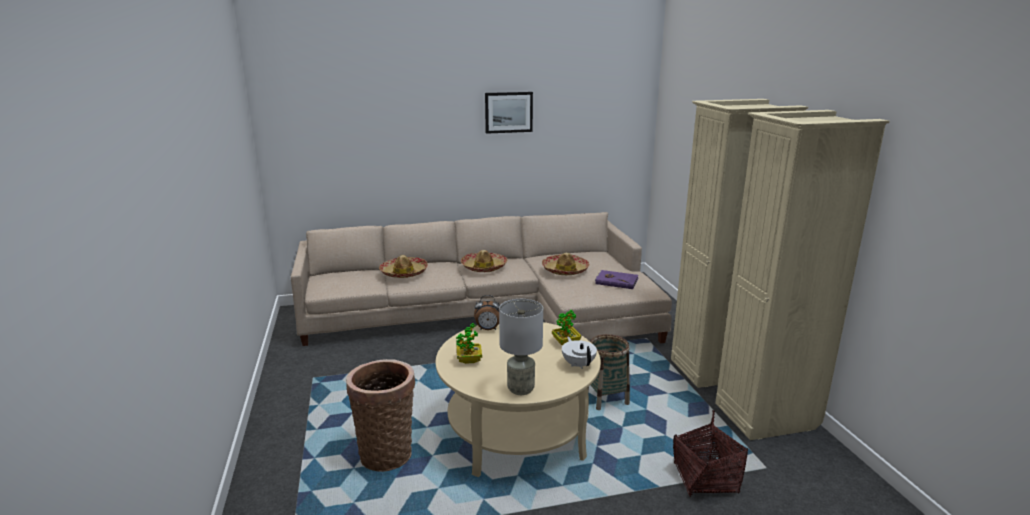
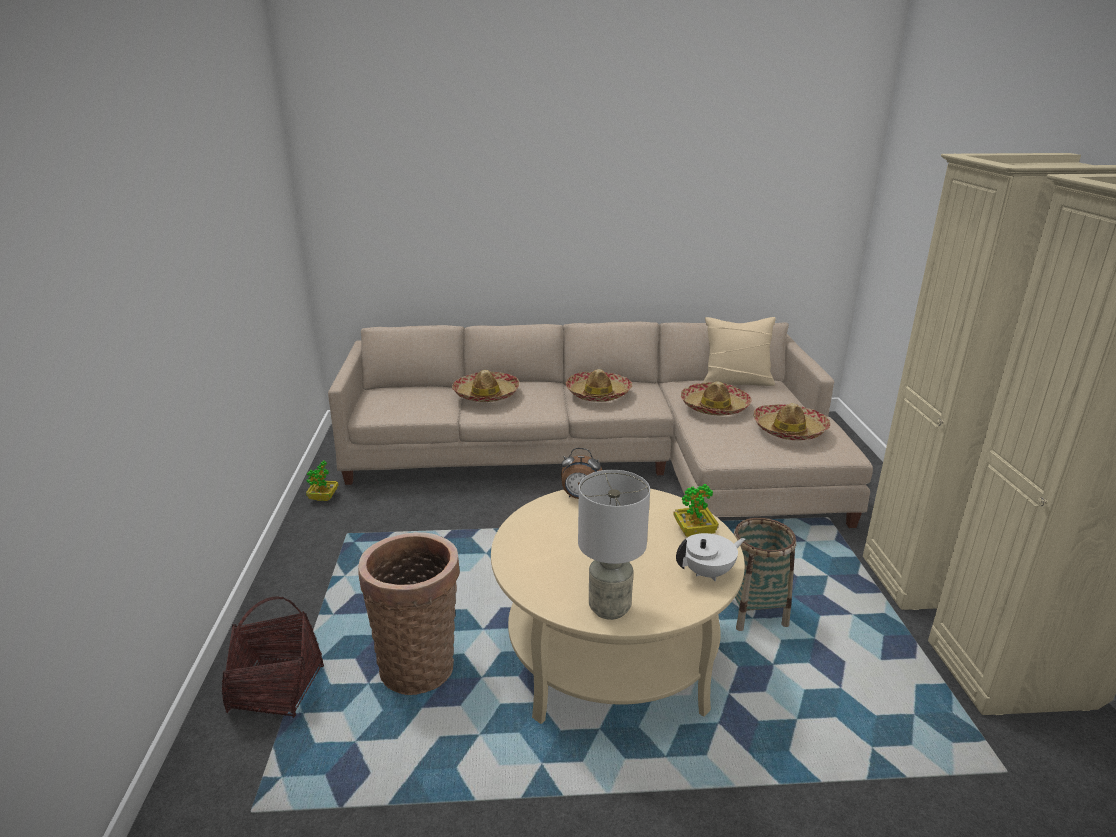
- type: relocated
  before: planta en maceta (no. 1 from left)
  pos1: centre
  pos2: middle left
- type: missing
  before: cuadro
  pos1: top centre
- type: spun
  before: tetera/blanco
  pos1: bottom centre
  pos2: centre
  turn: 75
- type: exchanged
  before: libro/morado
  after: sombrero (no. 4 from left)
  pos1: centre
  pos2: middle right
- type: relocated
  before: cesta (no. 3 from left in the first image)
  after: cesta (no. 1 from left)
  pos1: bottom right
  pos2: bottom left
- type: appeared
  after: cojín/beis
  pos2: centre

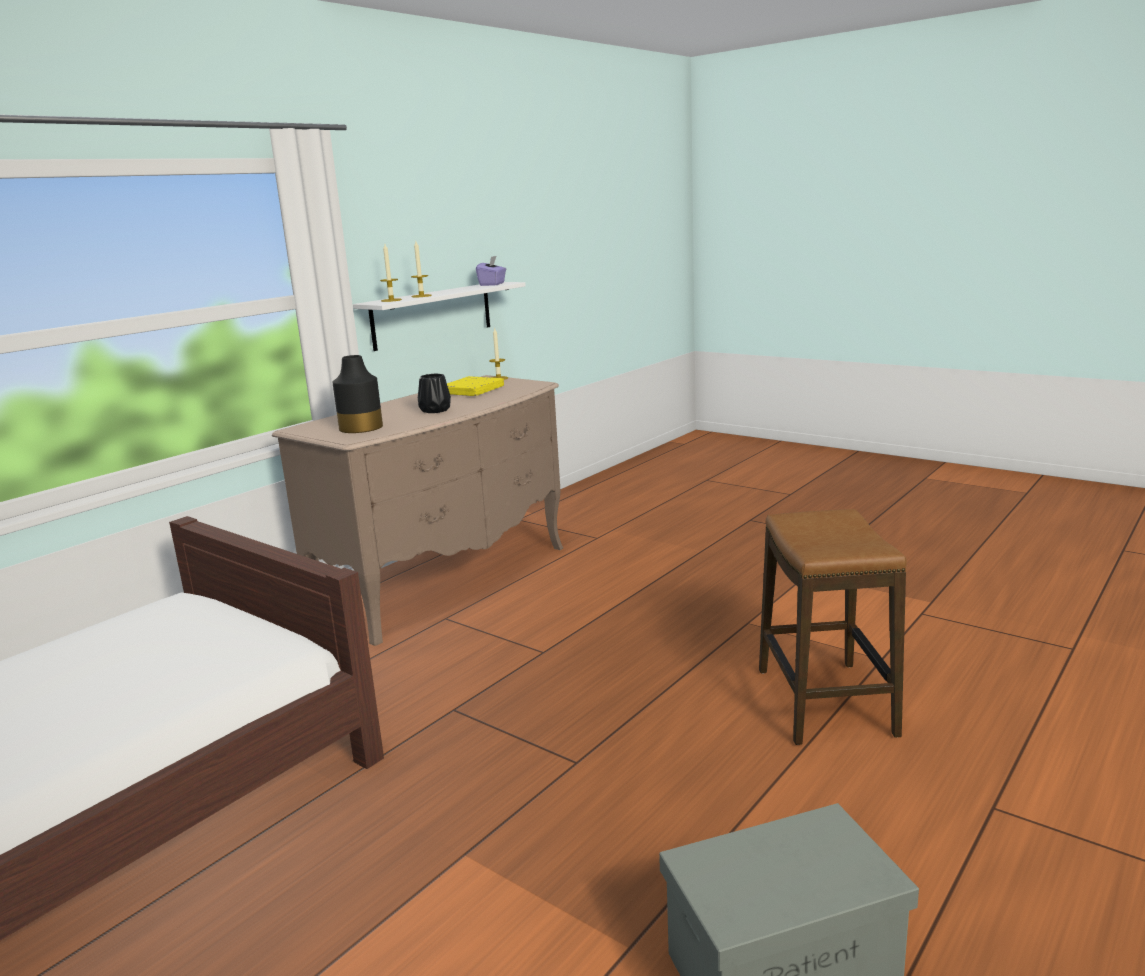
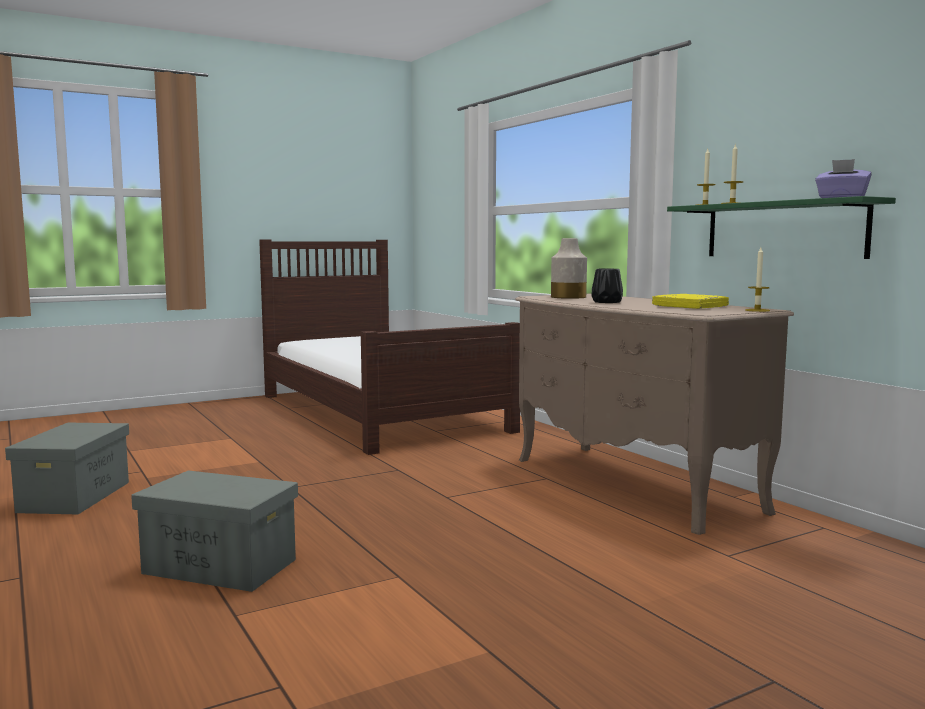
- type: colour
  before: florero/negro (no. 1 from left)
  after: florero/beis
  pos1: middle left
  pos2: centre
- type: colour
  before: estante/blanco
  after: estante/verde
  pos1: top centre
  pos2: top right
- type: exchanged
  before: taburete
  after: caja de almacenaje/gris (no. 2 from left)
  pos1: middle right
  pos2: bottom left

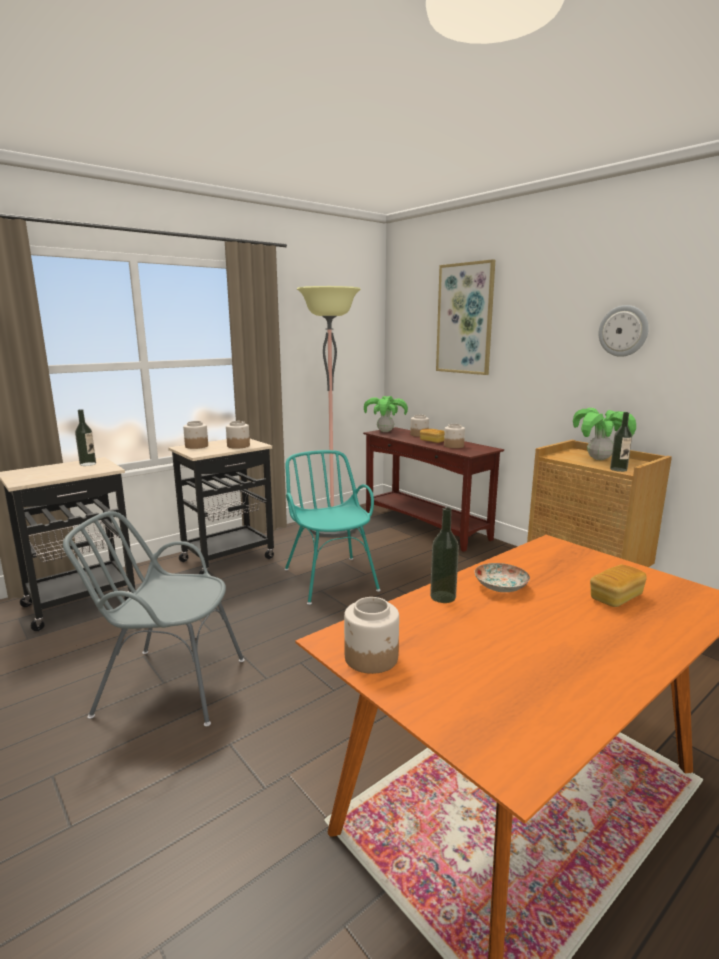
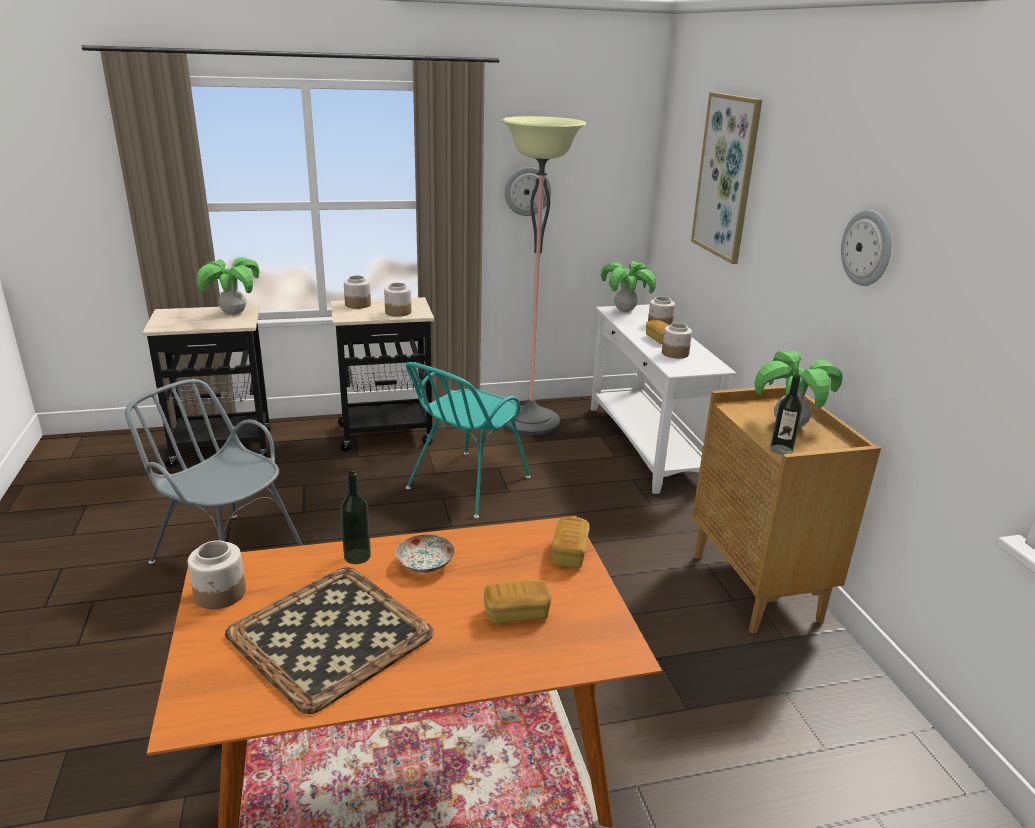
- type: exchanged
  before: botella (no. 1 from left)
  after: planta en maceta (no. 1 from left)
  pos1: middle left
  pos2: middle left
- type: spun
  before: silla/turquesa
  pos1: centre
  pos2: centre
  turn: -150
- type: colour
  before: mesa consola/marrón
  after: mesa consola/blanco
  pos1: centre
  pos2: centre
- type: appeared
  after: bandeja
  pos2: bottom left
- type: appeared
  after: reloj de pared (no. 1 from left)
  pos2: top centre
- type: appeared
  after: pan (no. 2 from left)
  pos2: centre

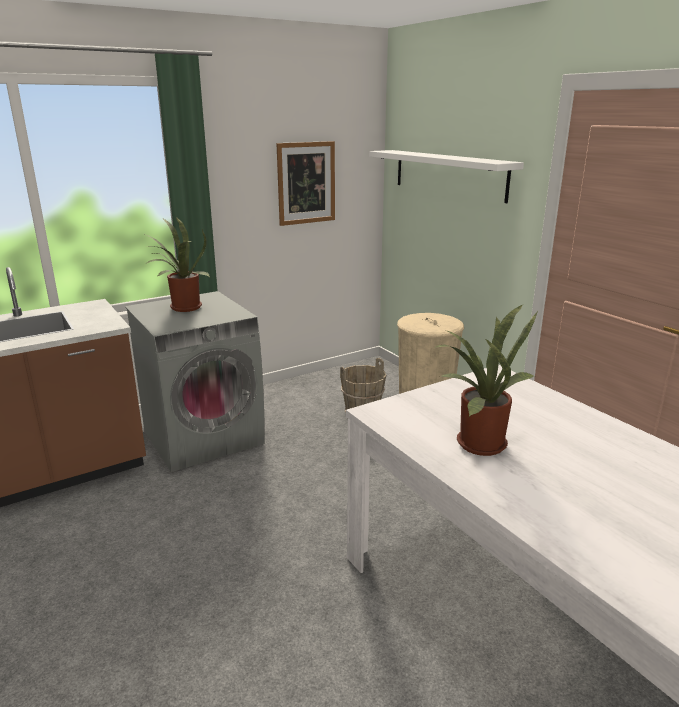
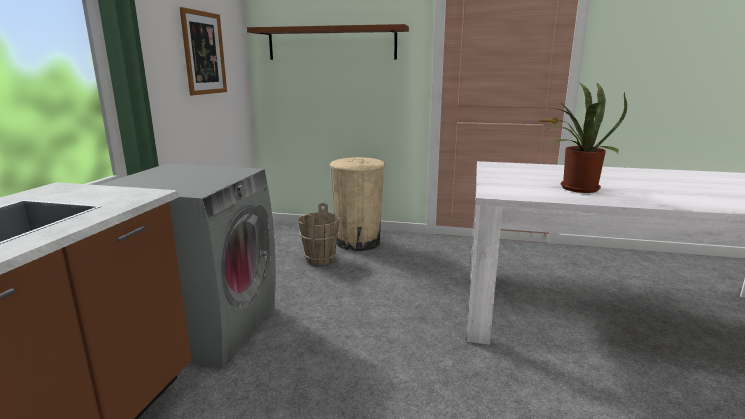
- type: missing
  before: planta en maceta (no. 1 from left)
  pos1: middle left
- type: colour
  before: estante/blanco
  after: estante/marrón
  pos1: top centre
  pos2: top centre

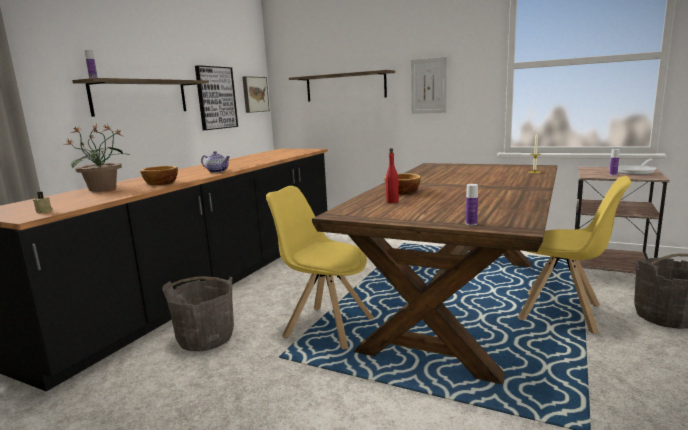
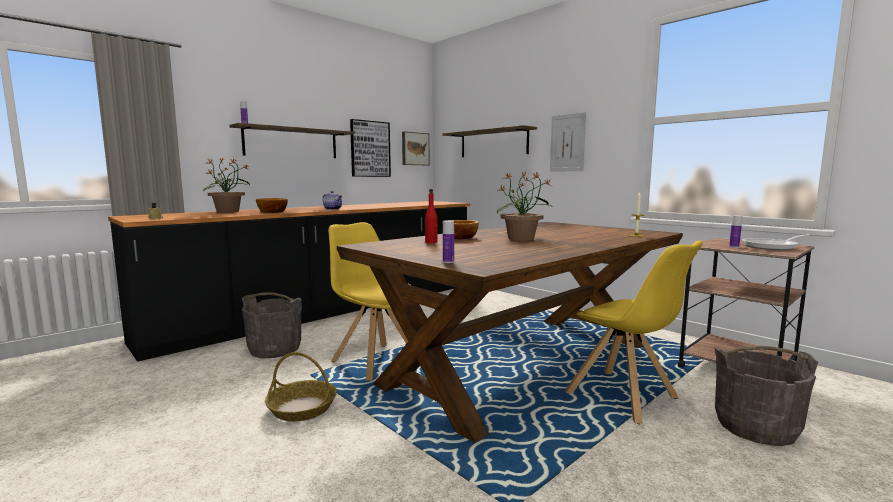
- type: appeared
  after: cesta
  pos2: bottom centre
- type: appeared
  after: planta en maceta (no. 2 from left)
  pos2: centre

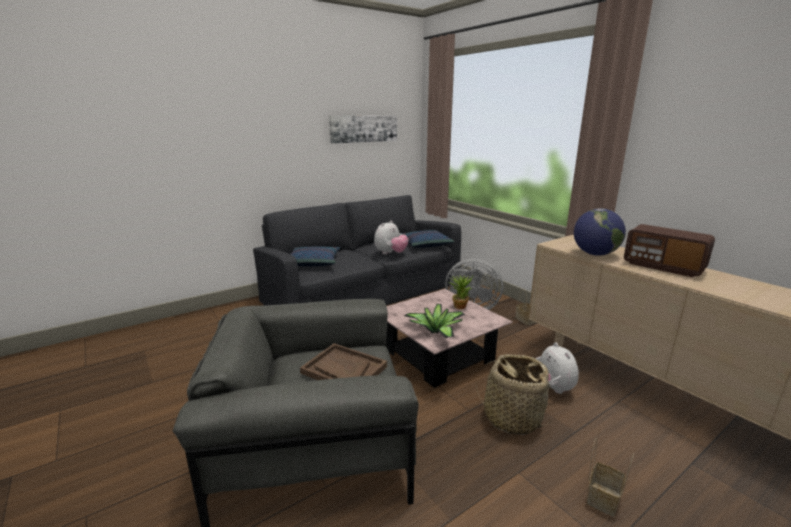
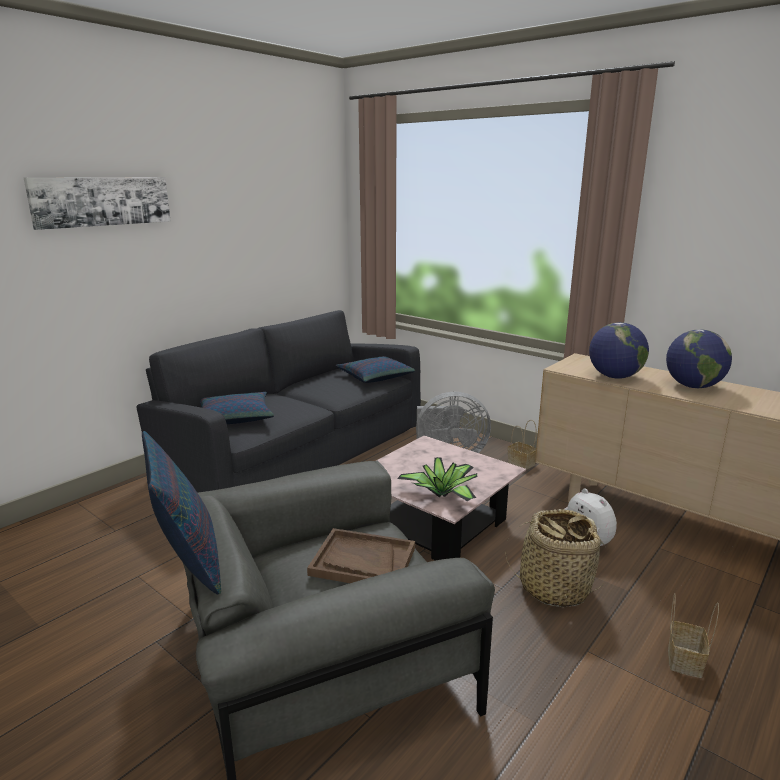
- type: relocated
  before: cuadro
  pos1: top centre
  pos2: top left
- type: missing
  before: peluche (no. 1 from left)
  pos1: centre
- type: missing
  before: planta en maceta (no. 2 from left)
  pos1: centre
- type: exchanged
  before: radio
  after: globo terráqueo (no. 2 from left)
  pos1: middle right
  pos2: middle right
- type: appeared
  after: cojín/azul (no. 1 from left)
  pos2: middle left

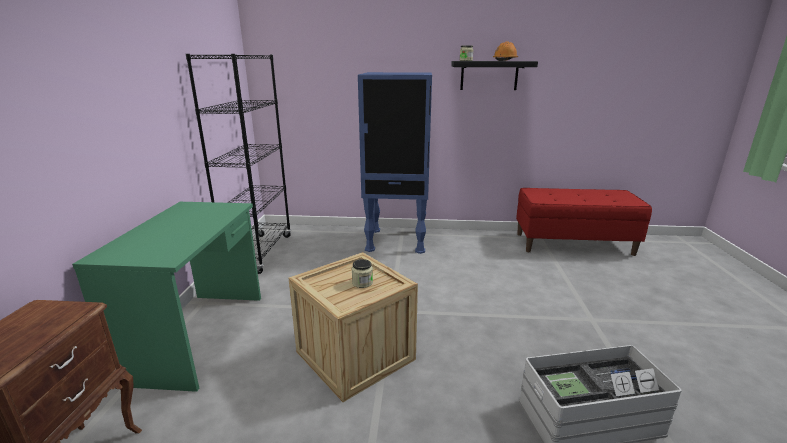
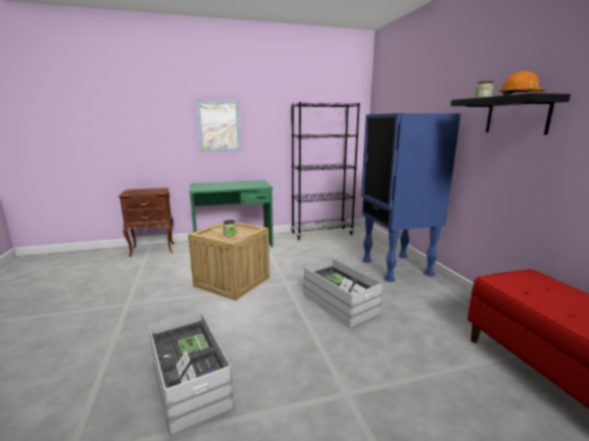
- type: appeared
  after: cuadro
  pos2: top centre
- type: appeared
  after: caja de almacenaje/gris (no. 2 from left)
  pos2: centre

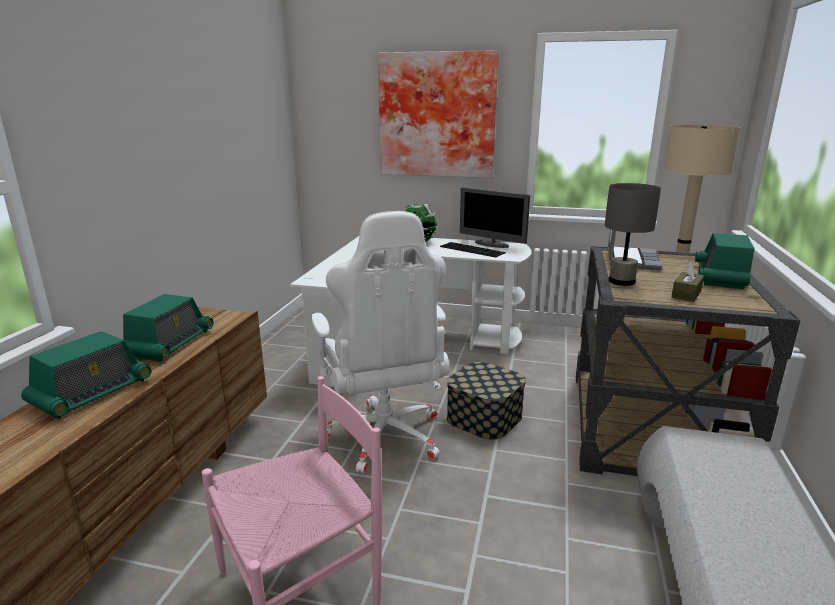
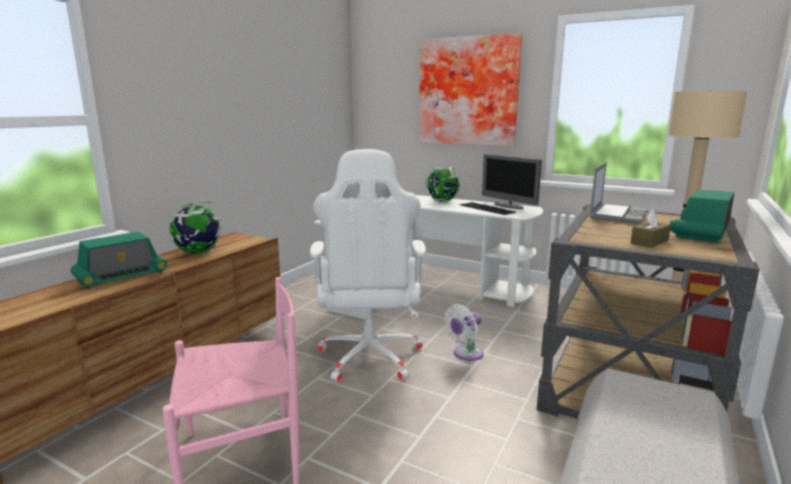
- type: exchanged
  before: radio (no. 2 from left)
  after: globo terráqueo (no. 1 from left)
  pos1: middle left
  pos2: middle left
- type: exchanged
  before: caja de almacenaje
  after: ventilador/blanco
  pos1: centre
  pos2: bottom centre
- type: missing
  before: lámpara de mesa/gris
  pos1: middle right

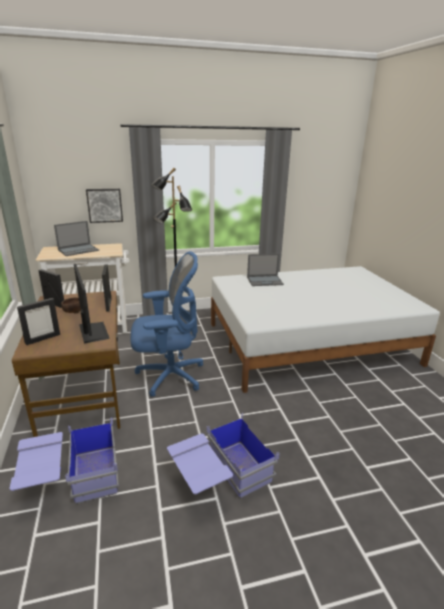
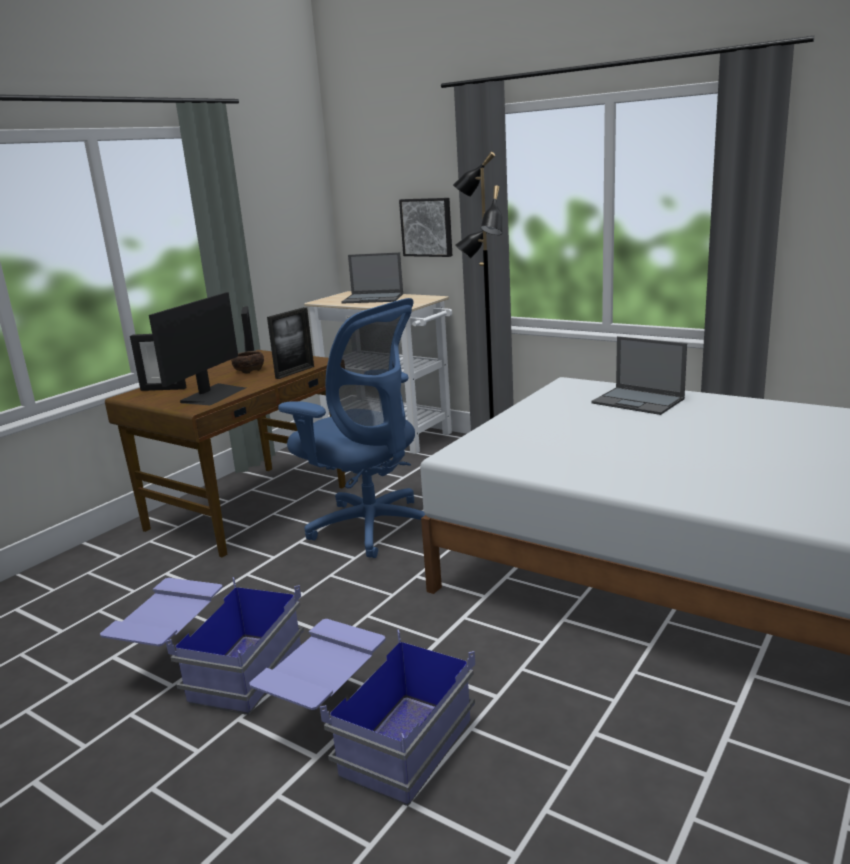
- type: relocated
  before: caja de almacenaje/azul (no. 1 from left in the first image)
  after: caja de almacenaje/azul (no. 2 from left)
  pos1: bottom left
  pos2: bottom centre

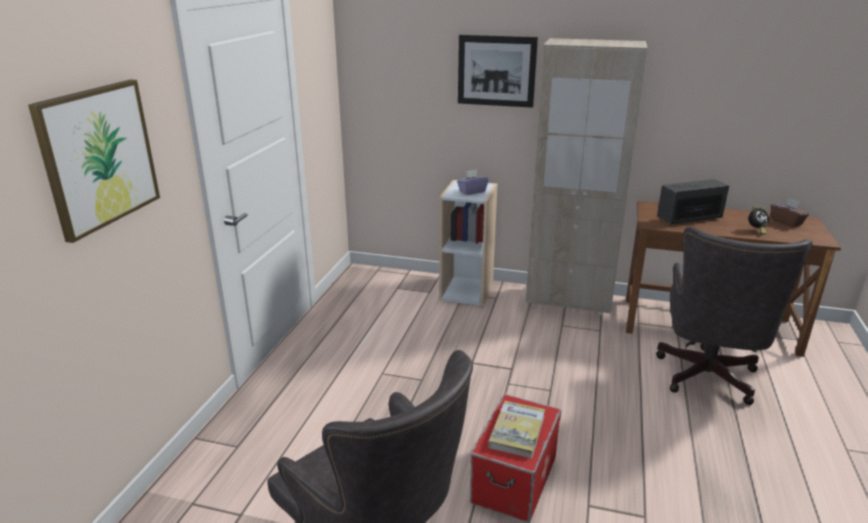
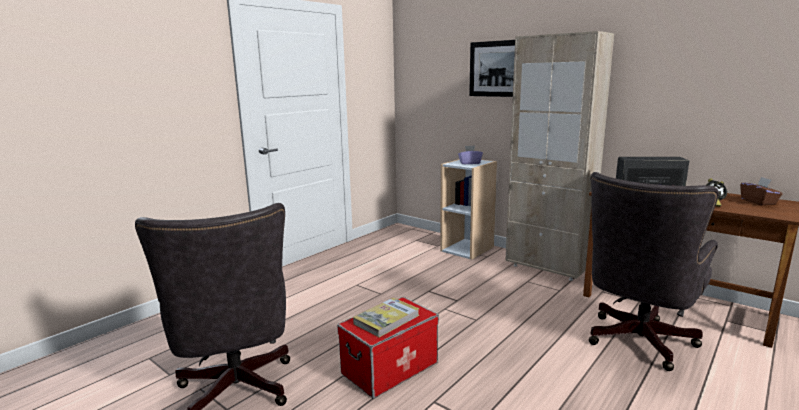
- type: missing
  before: cuadro (no. 1 from left)
  pos1: top left

